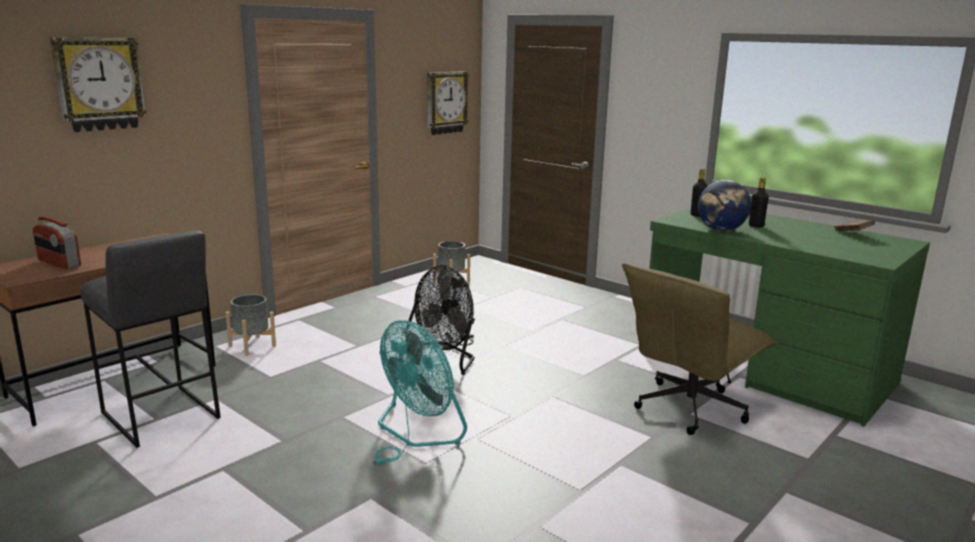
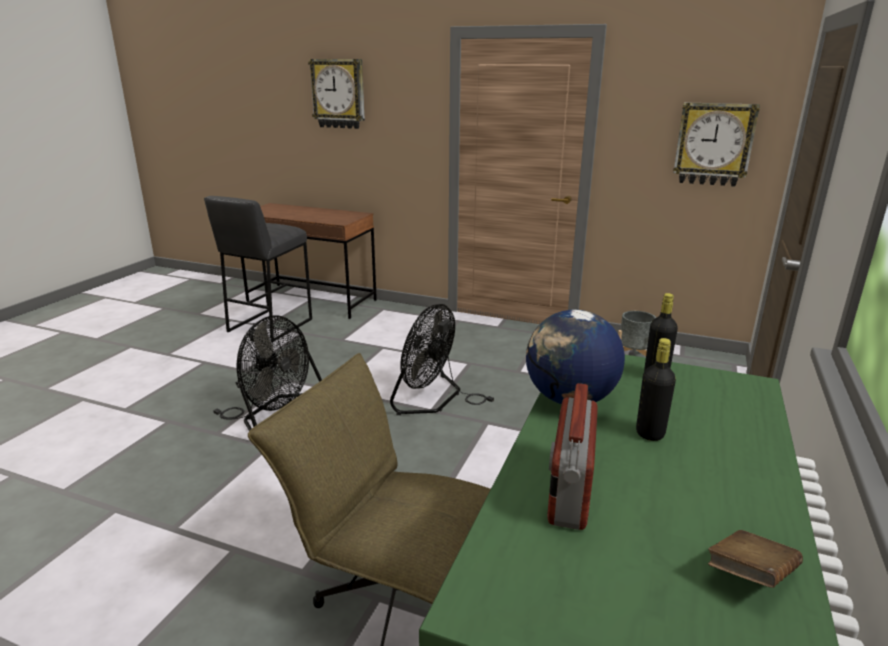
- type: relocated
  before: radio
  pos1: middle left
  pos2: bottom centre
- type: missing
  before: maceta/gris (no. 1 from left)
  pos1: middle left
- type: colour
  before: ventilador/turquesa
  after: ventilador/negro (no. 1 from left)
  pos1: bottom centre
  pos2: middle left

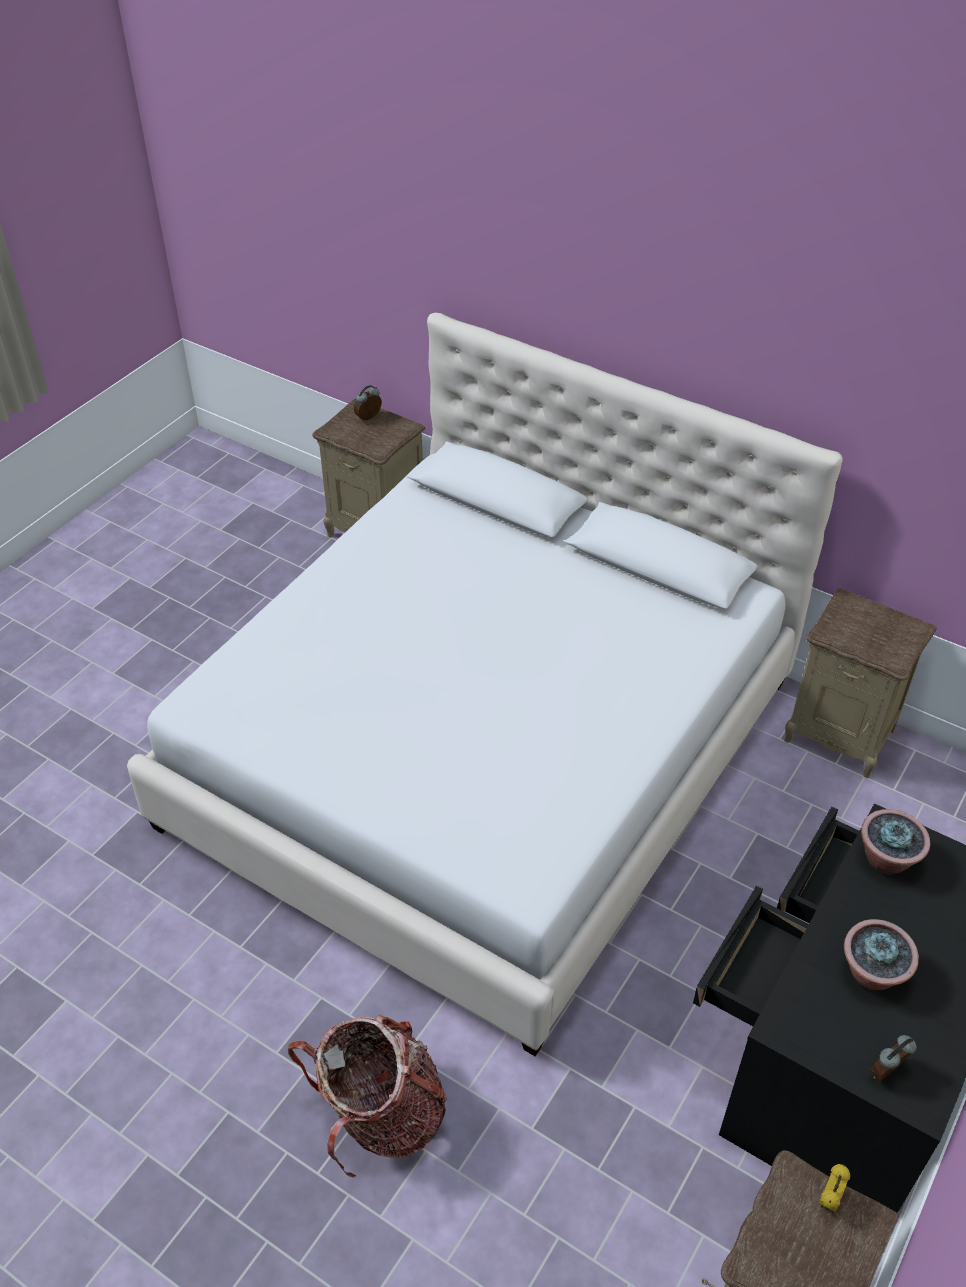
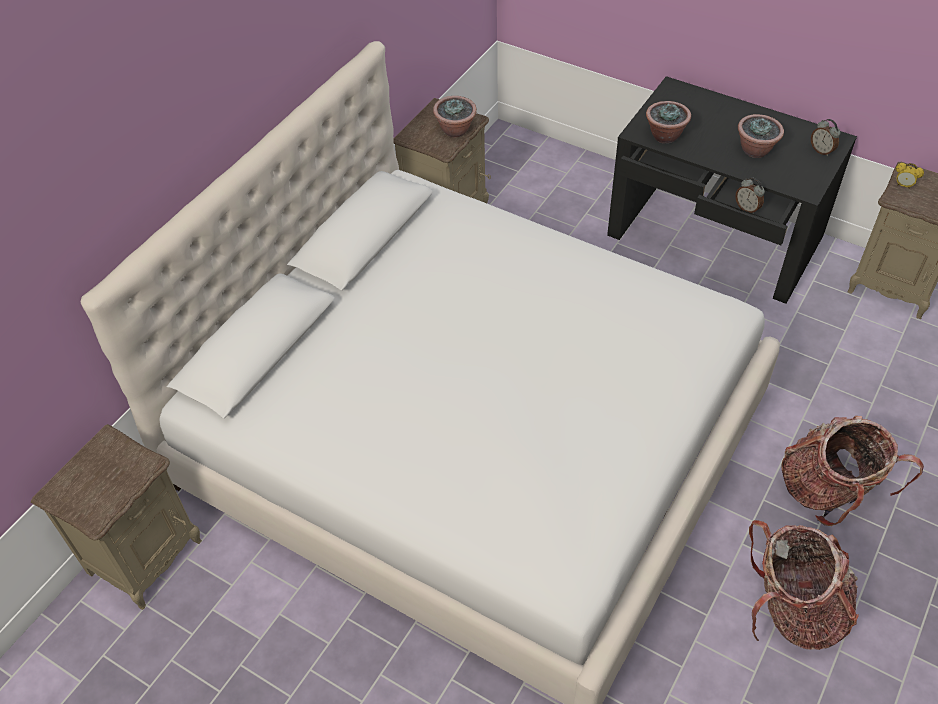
- type: relocated
  before: despertador (no. 1 from left)
  pos1: top centre
  pos2: top right
- type: appeared
  after: planta en maceta (no. 1 from left)
  pos2: top centre
- type: appeared
  after: mochila (no. 1 from left)
  pos2: bottom right

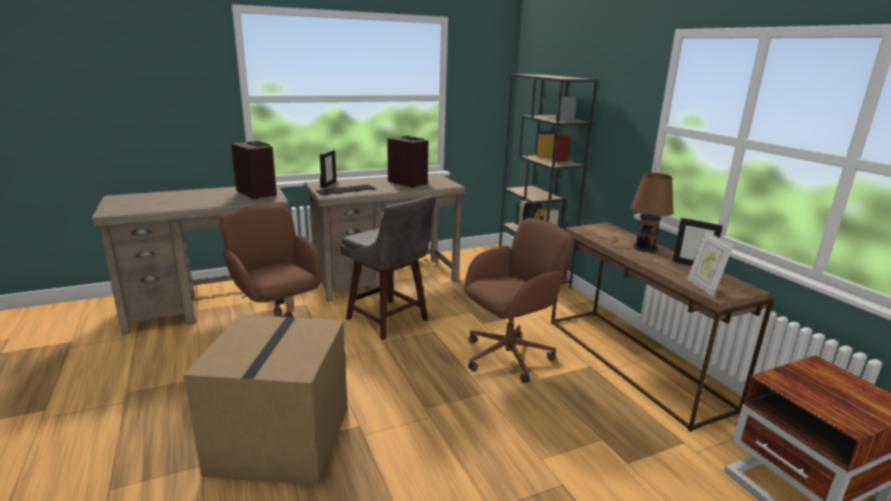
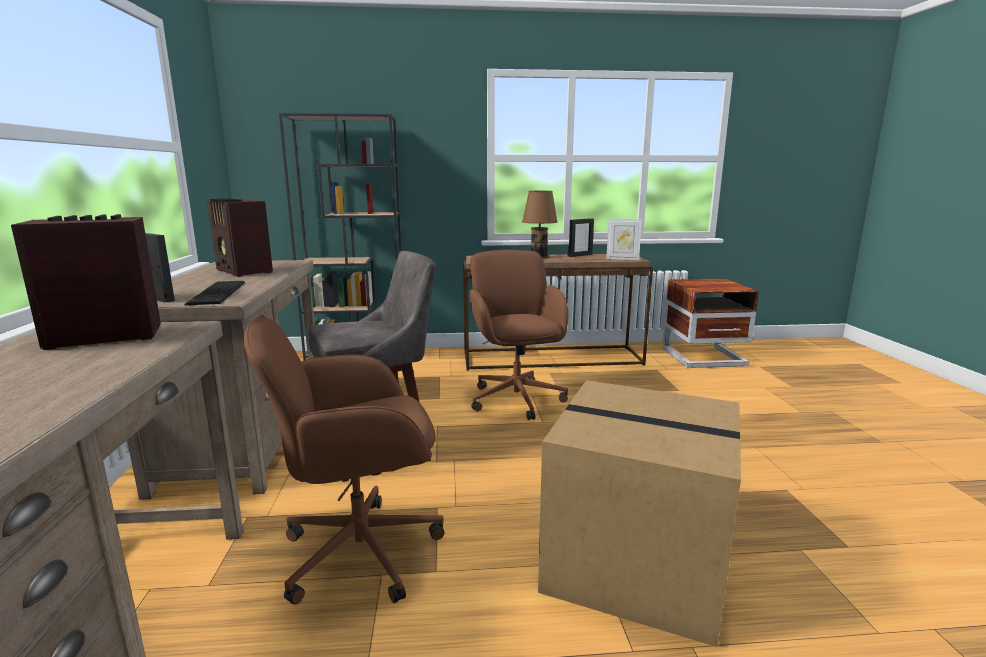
- type: spun
  before: radio (no. 2 from left)
  pos1: top centre
  pos2: middle left
  turn: -105

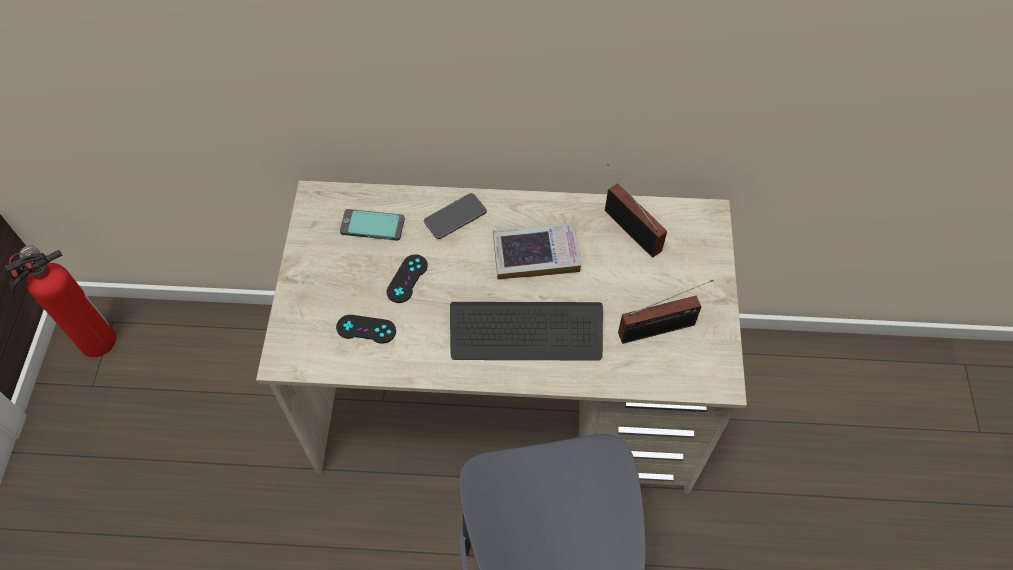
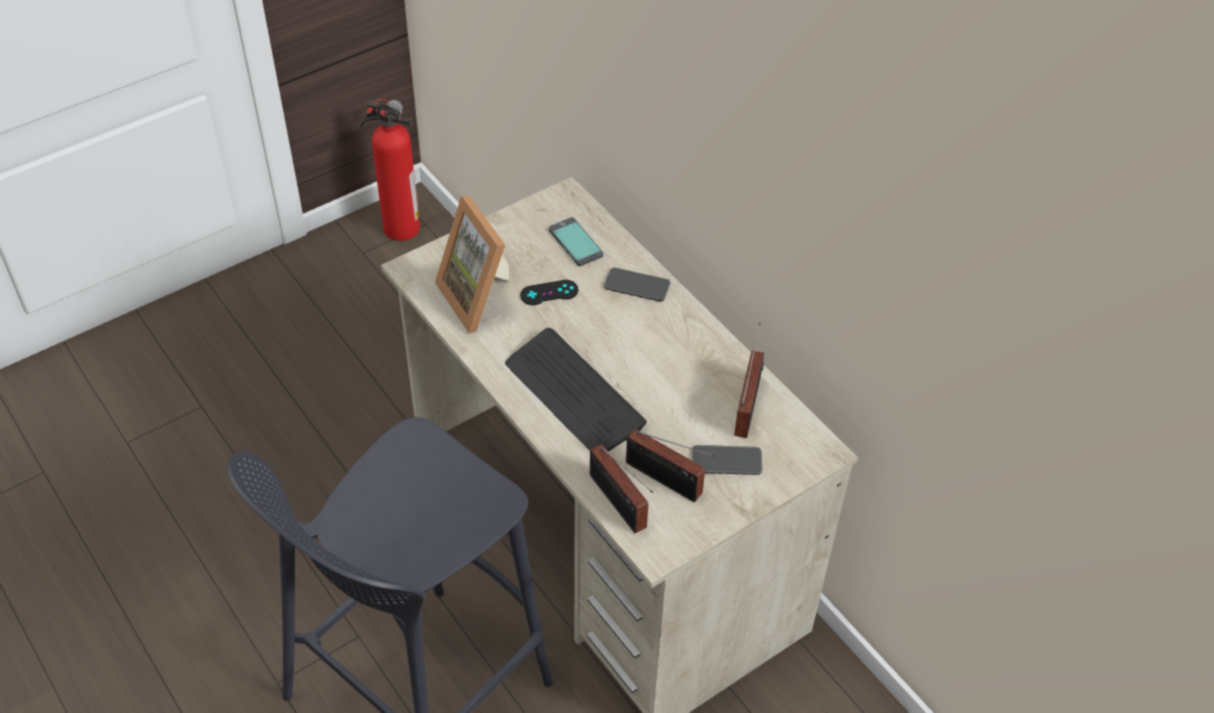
- type: exchanged
  before: mando de consola/negro (no. 1 from left)
  after: portarretratos
  pos1: centre
  pos2: centre
- type: missing
  before: libro
  pos1: centre
- type: appeared
  after: radio (no. 1 from left)
  pos2: bottom centre
- type: appeared
  after: móvil (no. 3 from left)
  pos2: centre

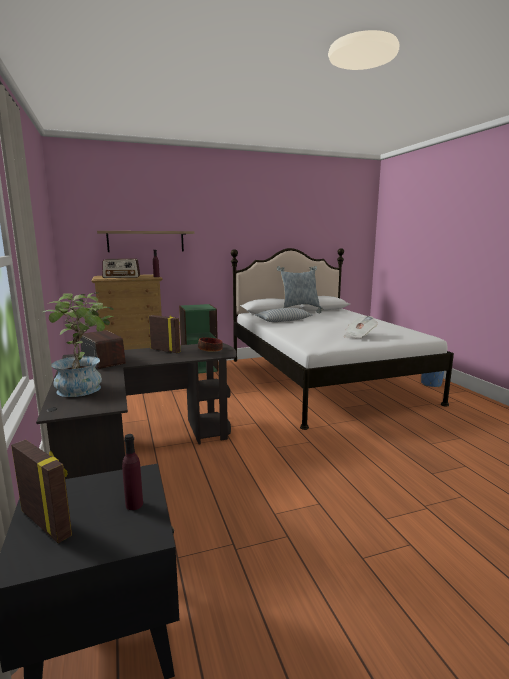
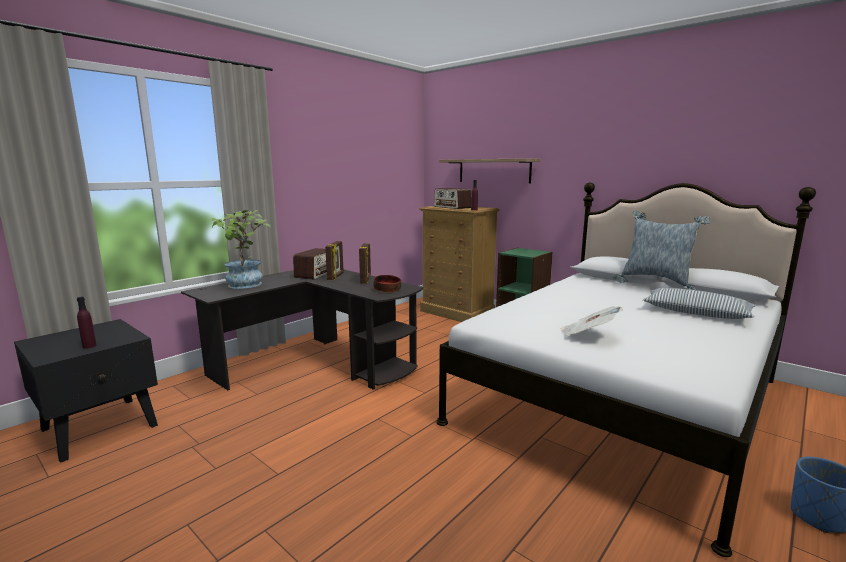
- type: relocated
  before: portarretratos (no. 1 from left)
  pos1: bottom left
  pos2: centre
- type: relocated
  before: cojín (no. 1 from left in the first image)
  after: cojín (no. 2 from left)
  pos1: centre
  pos2: middle right

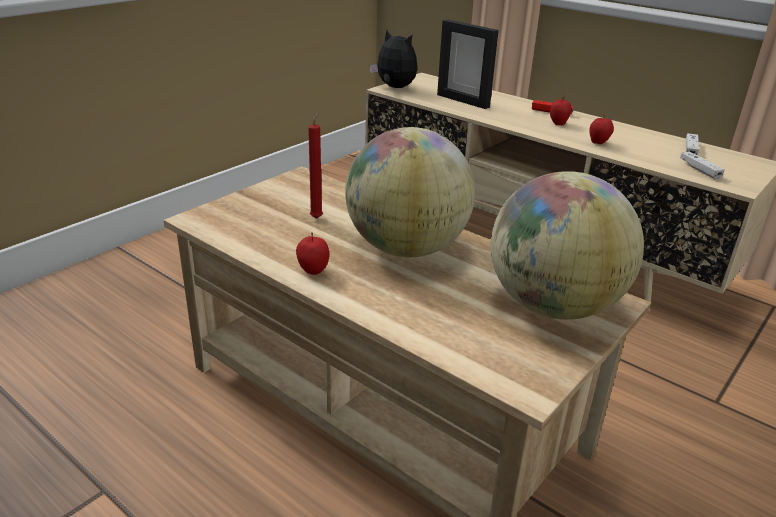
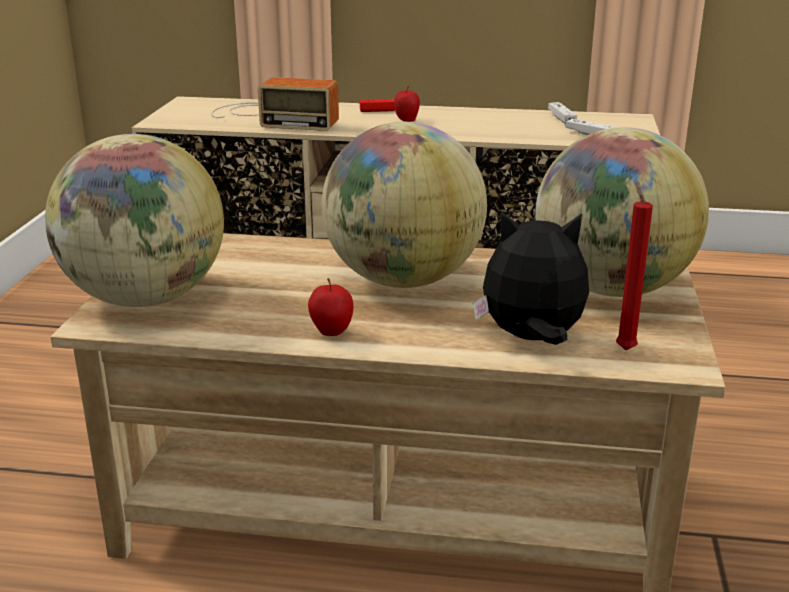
- type: relocated
  before: vela/rojo
  pos1: top centre
  pos2: middle right
- type: relocated
  before: peluche
  pos1: top centre
  pos2: middle right
- type: exchanged
  before: portarretratos
  after: radio
  pos1: top centre
  pos2: top centre
- type: missing
  before: manzana (no. 3 from left)
  pos1: top right
- type: appeared
  after: globo terráqueo (no. 1 from left)
  pos2: middle left

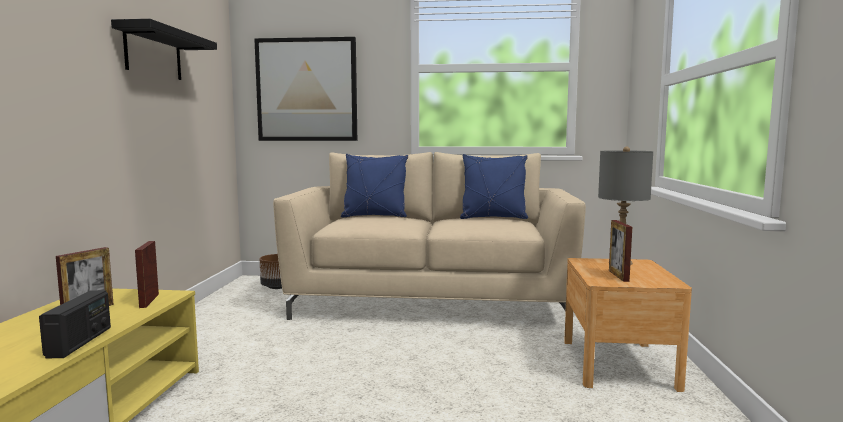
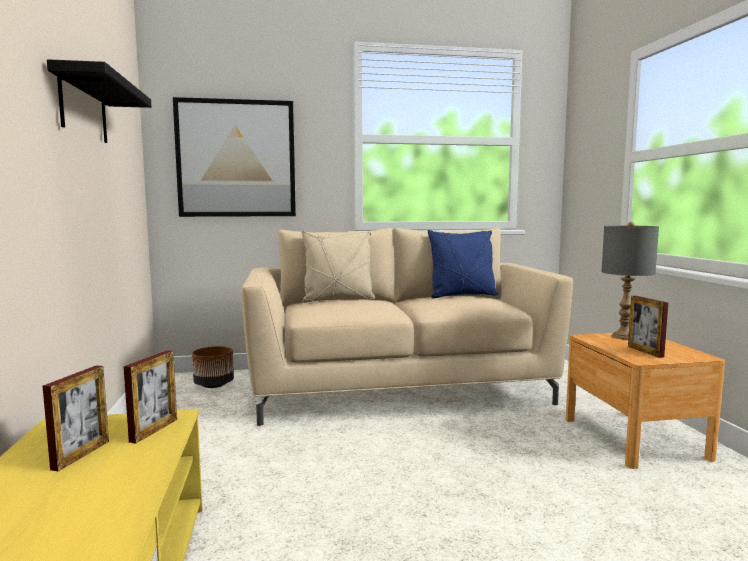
- type: missing
  before: radio
  pos1: bottom left
- type: spun
  before: portarretratos (no. 2 from left)
  pos1: middle left
  pos2: bottom left
  turn: -135
- type: colour
  before: cojín/azul (no. 1 from left)
  after: cojín/beis
  pos1: centre
  pos2: centre

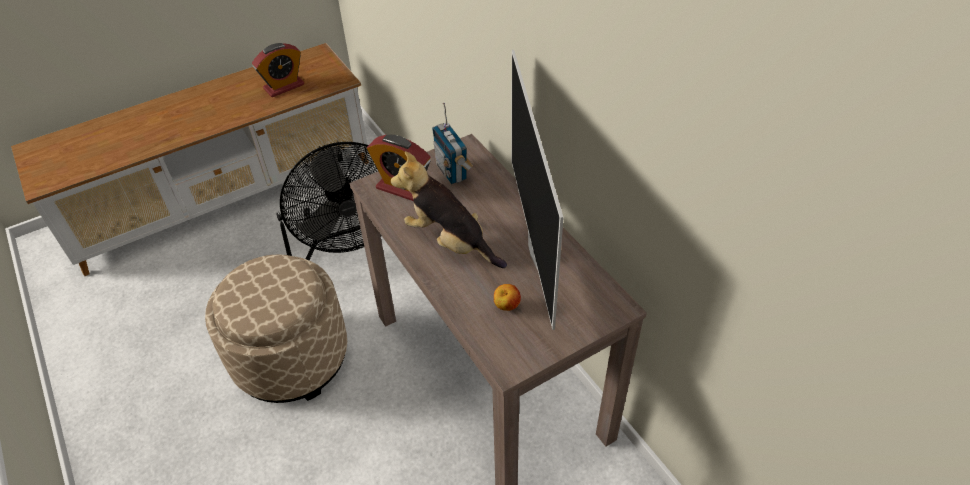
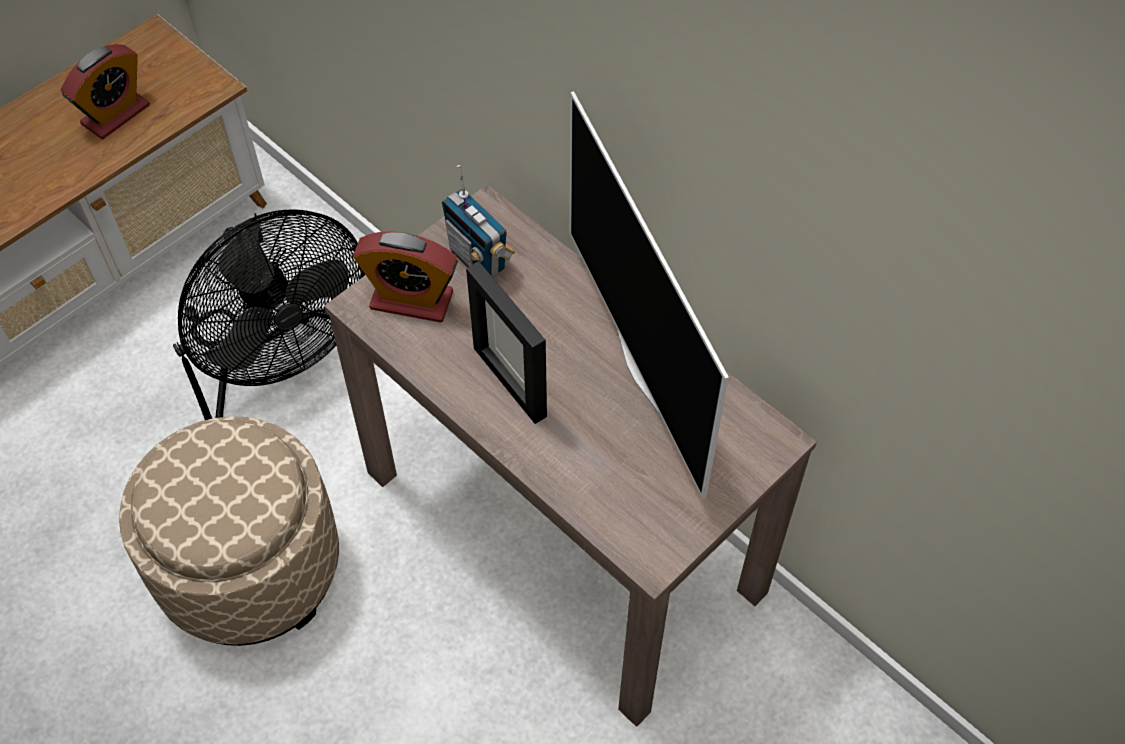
- type: exchanged
  before: peluche
  after: portarretratos
  pos1: centre
  pos2: centre
- type: missing
  before: manzana
  pos1: centre

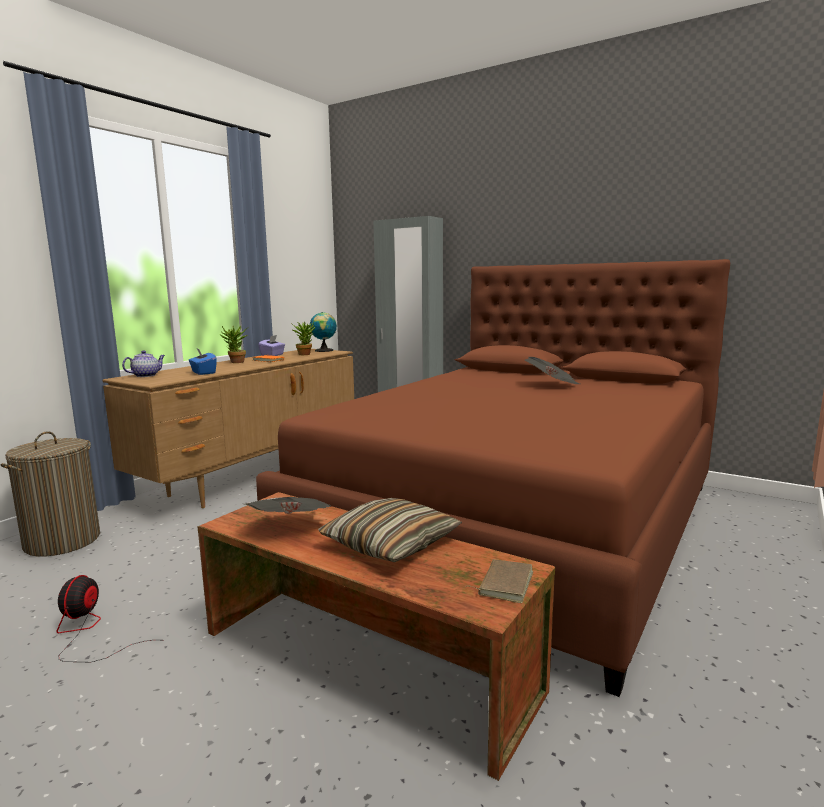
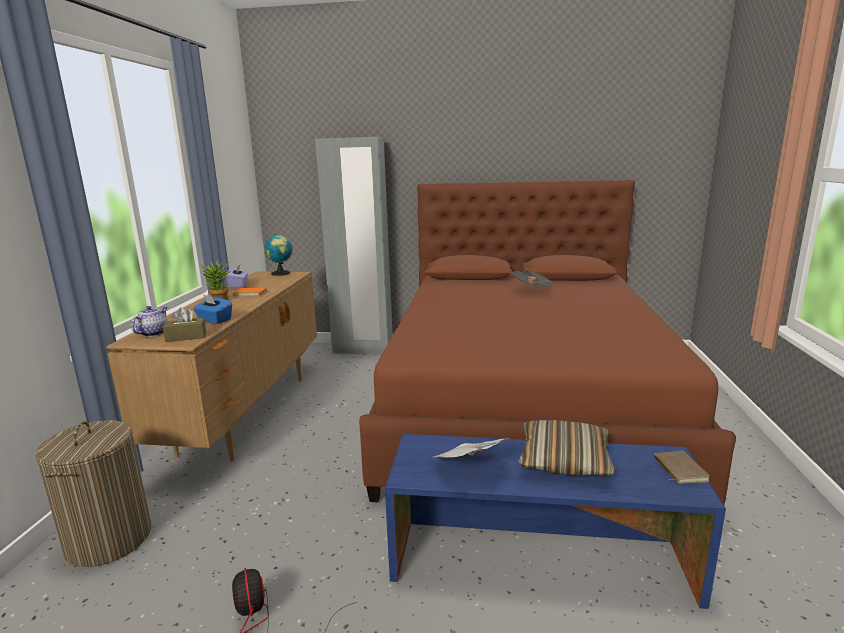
- type: colour
  before: banco/marrón
  after: banco/azul
  pos1: bottom centre
  pos2: bottom centre
- type: missing
  before: planta en maceta (no. 2 from left)
  pos1: centre
- type: appeared
  after: caja de pañuelos/marrón
  pos2: middle left

